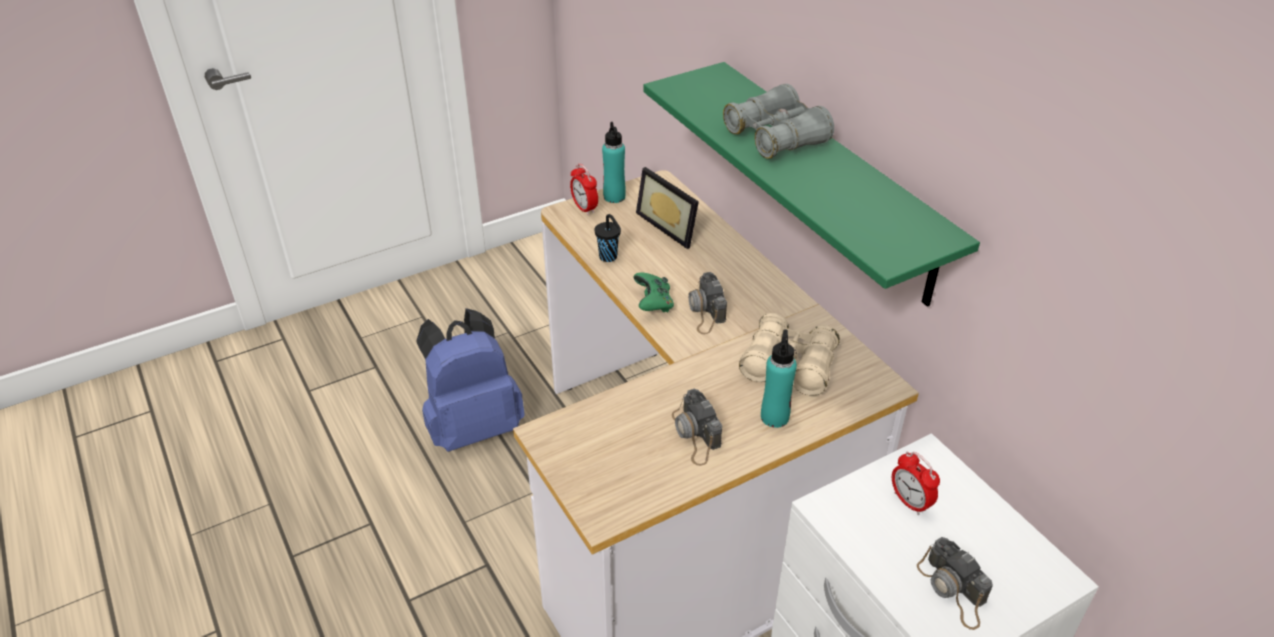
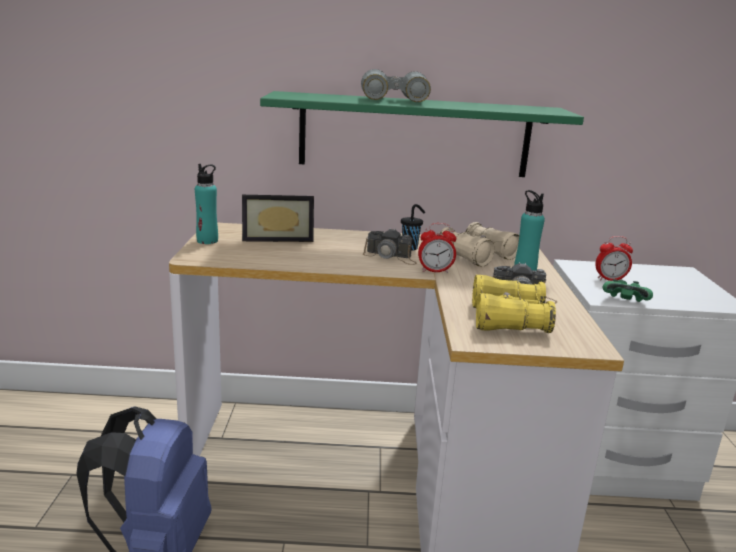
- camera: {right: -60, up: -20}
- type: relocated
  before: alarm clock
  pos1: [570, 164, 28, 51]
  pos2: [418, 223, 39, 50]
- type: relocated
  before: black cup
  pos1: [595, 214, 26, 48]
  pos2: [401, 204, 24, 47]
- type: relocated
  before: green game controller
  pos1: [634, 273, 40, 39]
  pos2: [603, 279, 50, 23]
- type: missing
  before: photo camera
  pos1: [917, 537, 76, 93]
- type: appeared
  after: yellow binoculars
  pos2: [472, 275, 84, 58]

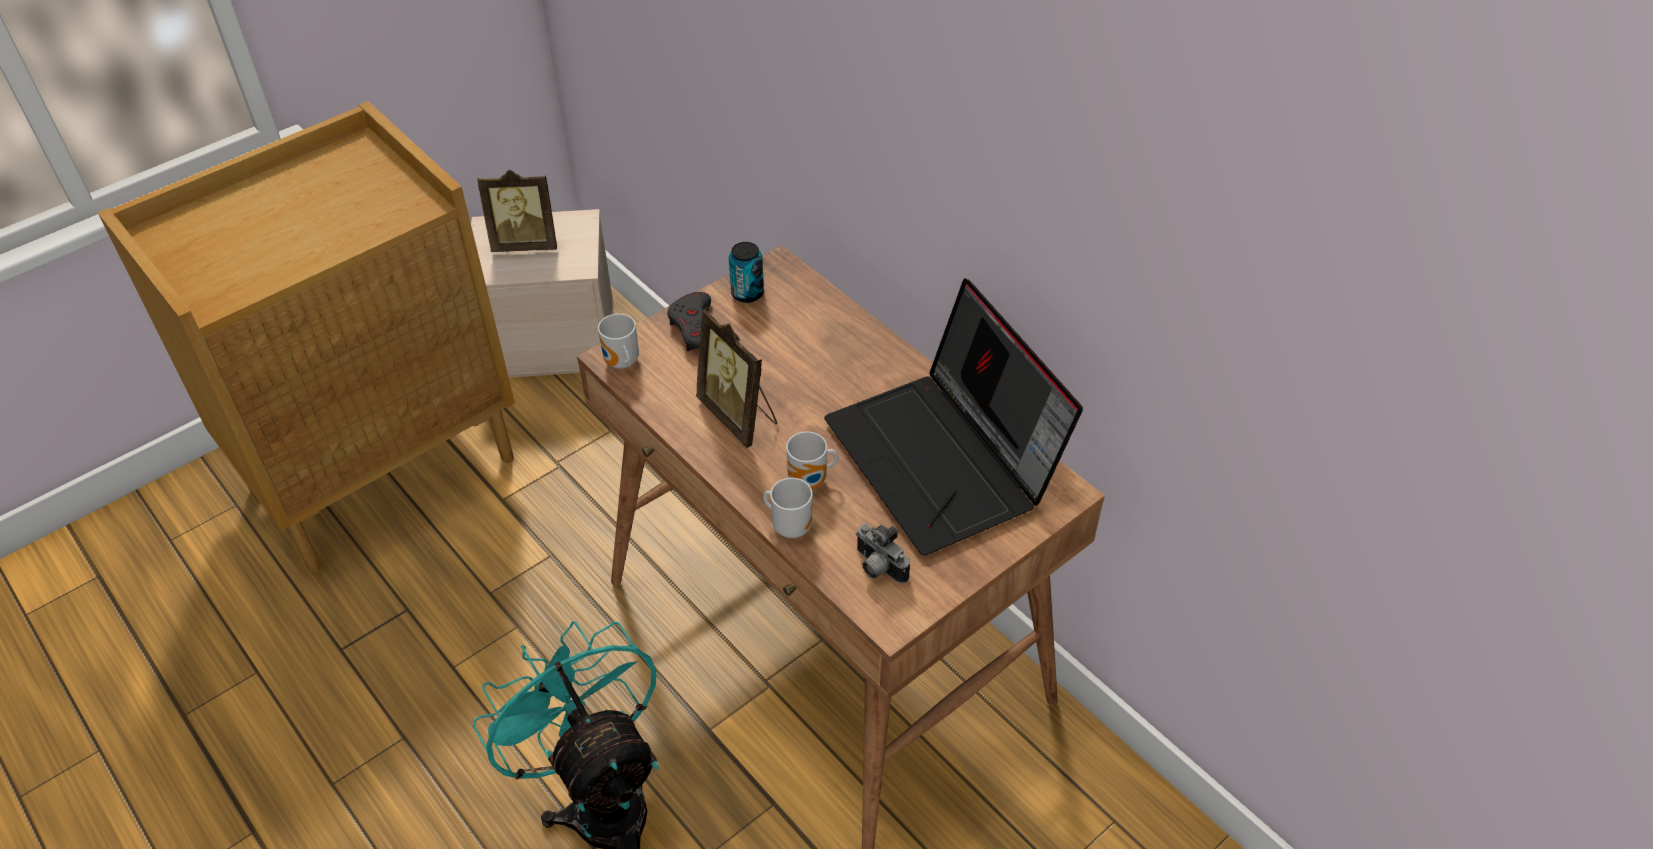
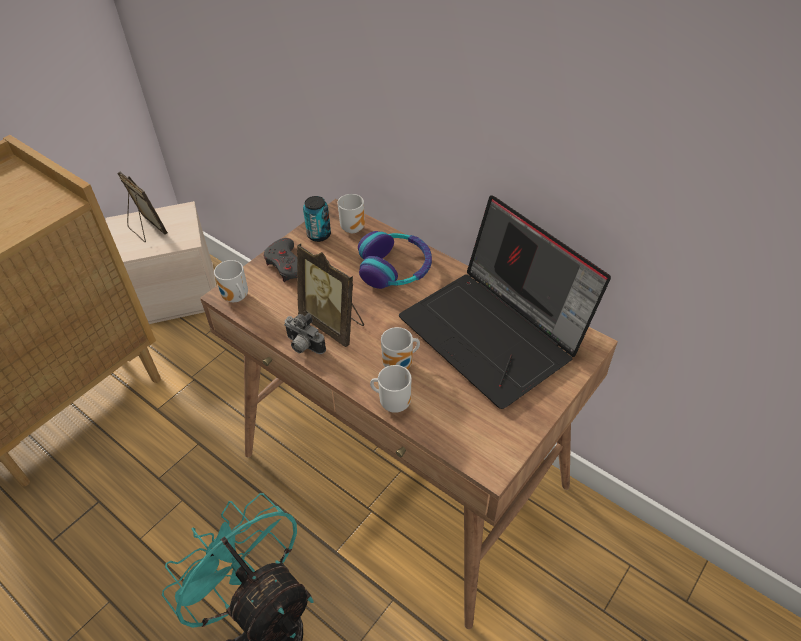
- camera: {right: -10, up: 0}
- type: spun
  before: picture frame
  pos1: [477, 170, 80, 82]
  pos2: [117, 172, 51, 71]
  turn: -120
- type: relocated
  before: photo camera
  pos1: [856, 524, 54, 60]
  pos2: [284, 313, 42, 41]
- type: appeared
  after: mug
  pos2: [337, 194, 28, 39]
- type: appeared
  after: headphones
  pos2: [358, 231, 74, 58]

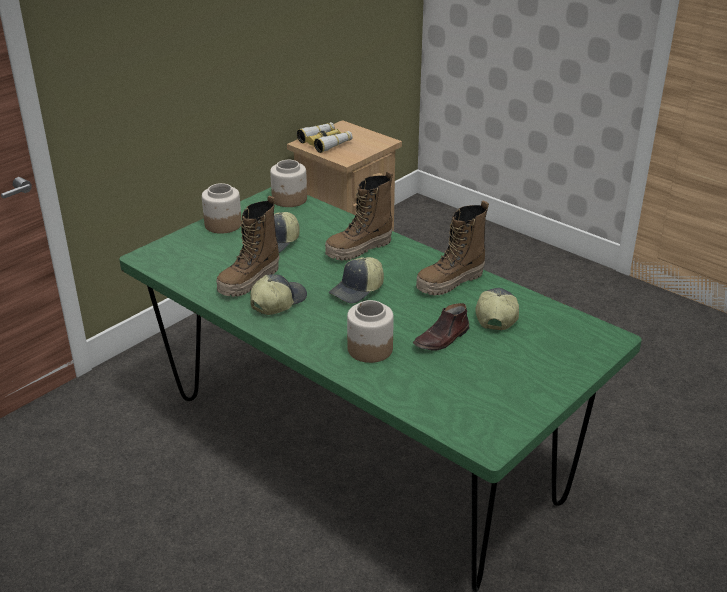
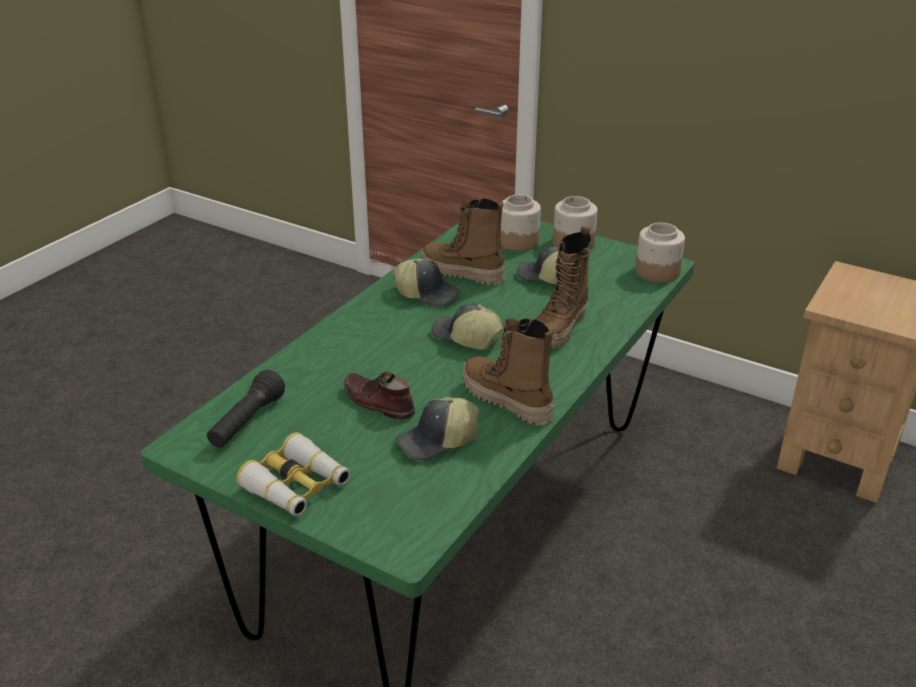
- camera: {right: 80, up: 0}
- type: relocated
  before: binoculars
  pos1: [297, 122, 56, 31]
  pos2: [236, 432, 115, 84]
- type: spun
  before: boot
  pos1: [325, 171, 68, 90]
  pos2: [535, 226, 57, 122]
  turn: -105
- type: spun
  before: cap
  pos1: [476, 288, 43, 42]
  pos2: [396, 397, 83, 64]
  turn: 150
- type: relocated
  before: jar
  pos1: [347, 300, 47, 63]
  pos2: [499, 195, 42, 56]
- type: appeared
  after: black flashlight
  pos2: [207, 370, 78, 78]

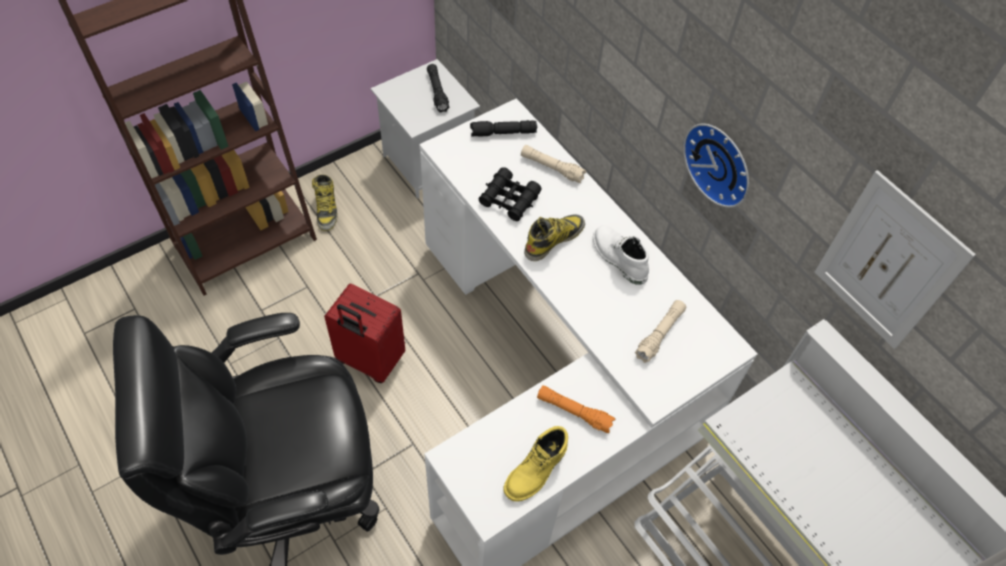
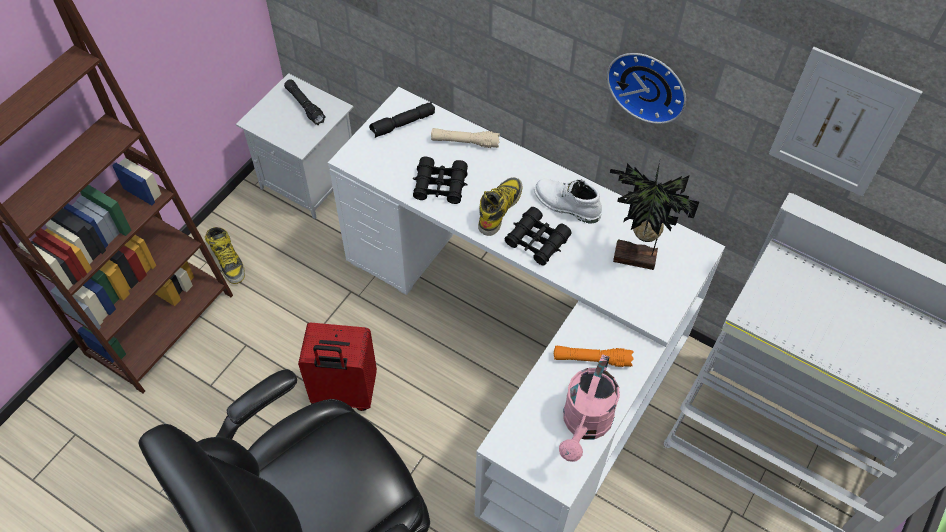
- camera: {right: -20, up: 0}
- type: exchanged
  before: beige flashlight
  after: potted plant
  pos1: [635, 300, 51, 63]
  pos2: [610, 162, 89, 108]
- type: exchanged
  before: yellow boot
  after: pink watering can
  pos1: [503, 426, 65, 75]
  pos2: [559, 354, 61, 108]
- type: appeared
  after: black binoculars
  pos2: [504, 207, 68, 59]

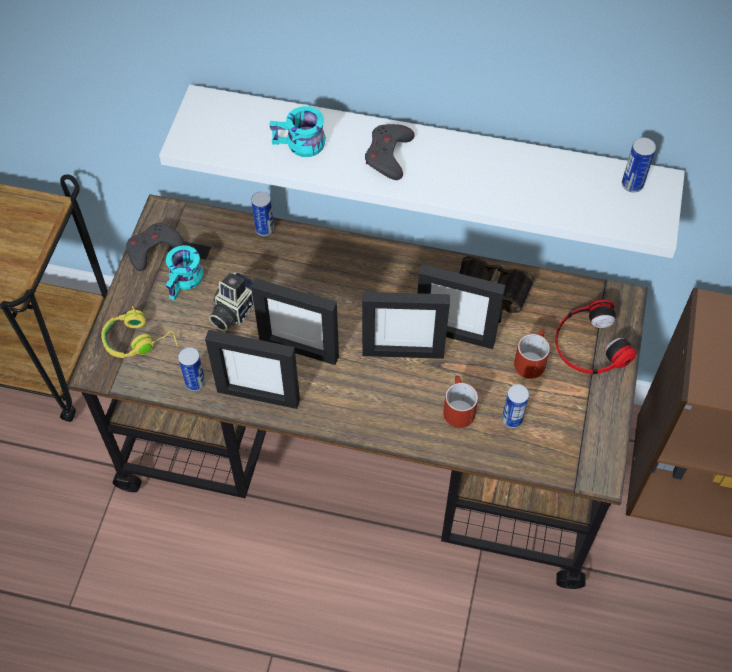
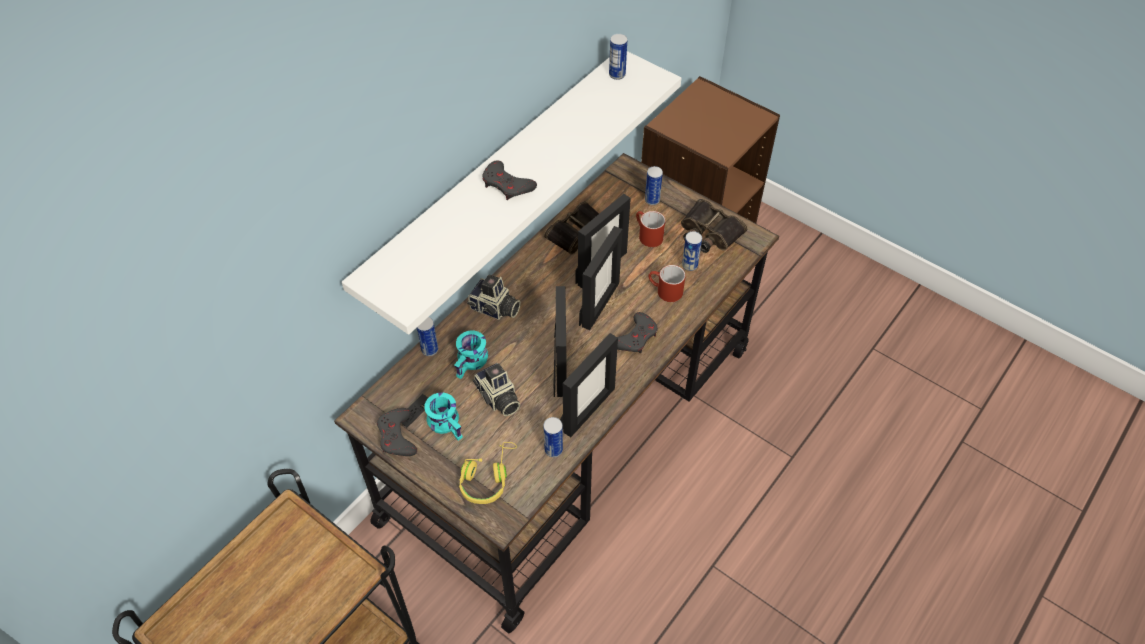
- camera: {right: -65, up: -5}
- type: relocated
  before: turquoise mug
  pos1: [269, 106, 57, 51]
  pos2: [454, 330, 34, 49]
- type: spun
  before: picture frame
  pos1: [251, 278, 88, 87]
  pos2: [554, 286, 13, 111]
  turn: -45
- type: exchanged
  before: headphones
  after: can
  pos1: [555, 299, 82, 75]
  pos2: [645, 166, 18, 39]
- type: appeared
  after: binoculars
  pos2: [681, 199, 67, 54]
- type: appeared
  after: photo camera
  pos2: [467, 274, 54, 46]
- type: appeared
  after: grey game controller
  pos2: [617, 312, 41, 41]

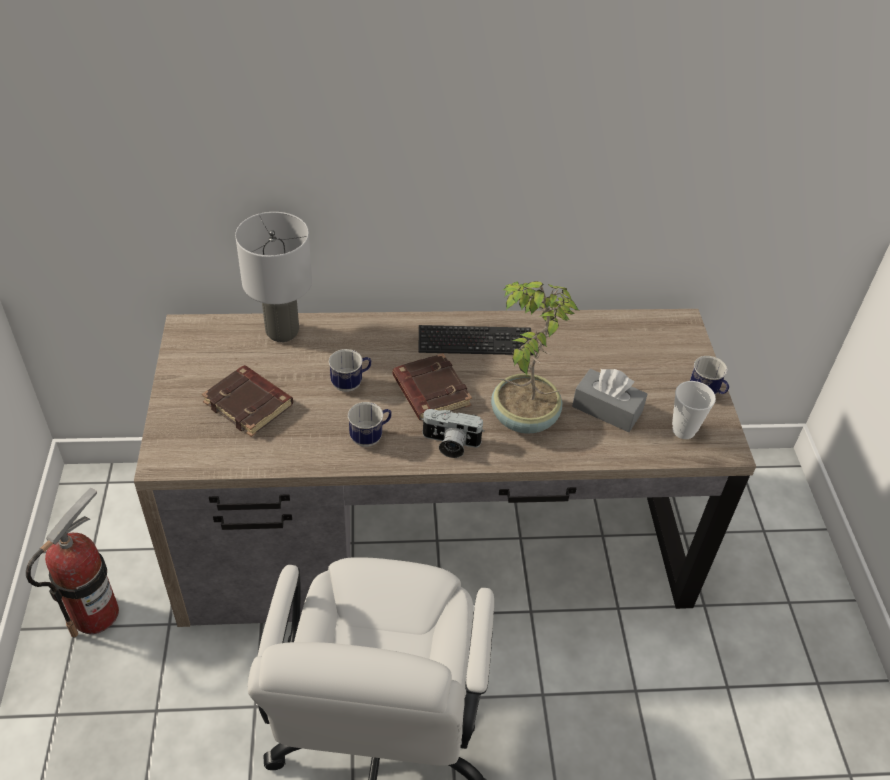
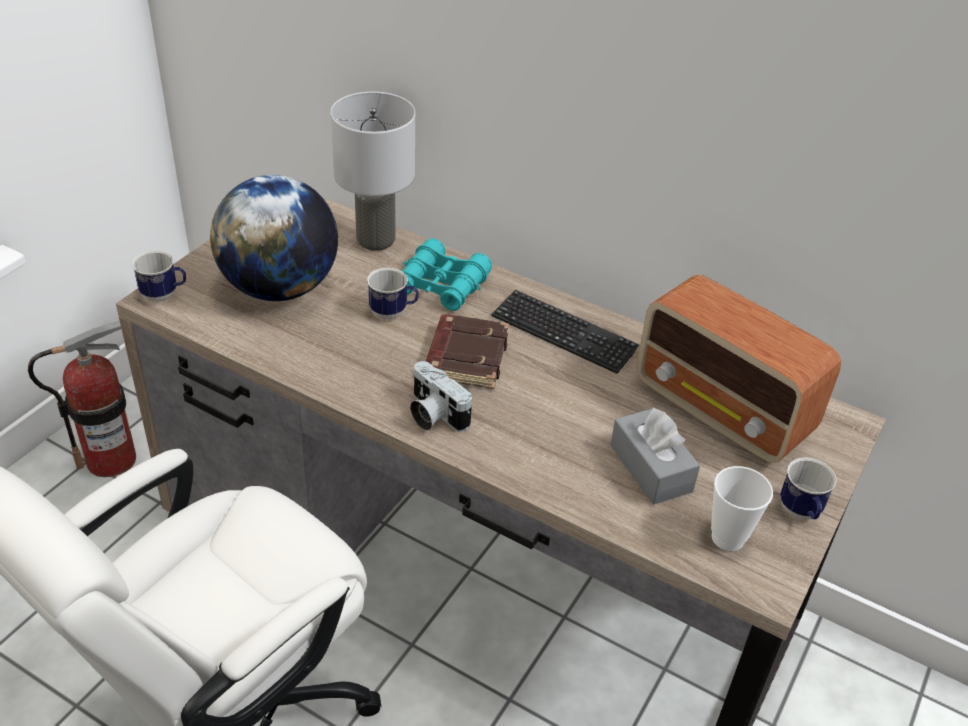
- camera: {right: 35, up: -5}
- type: missing
  before: potted plant
  pos1: [491, 281, 88, 153]
- type: exchanged
  before: brown book
  after: globe
  pos1: [202, 365, 91, 72]
  pos2: [210, 175, 128, 126]
- type: relocated
  before: mug
  pos1: [348, 402, 44, 45]
  pos2: [132, 250, 54, 52]
- type: appeared
  after: turquoise binoculars
  pos2: [402, 238, 90, 73]
- type: appeared
  after: radio
  pos2: [637, 275, 204, 188]

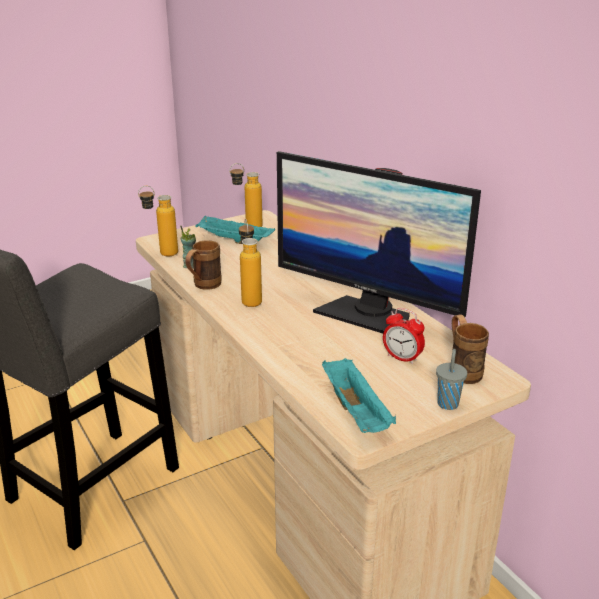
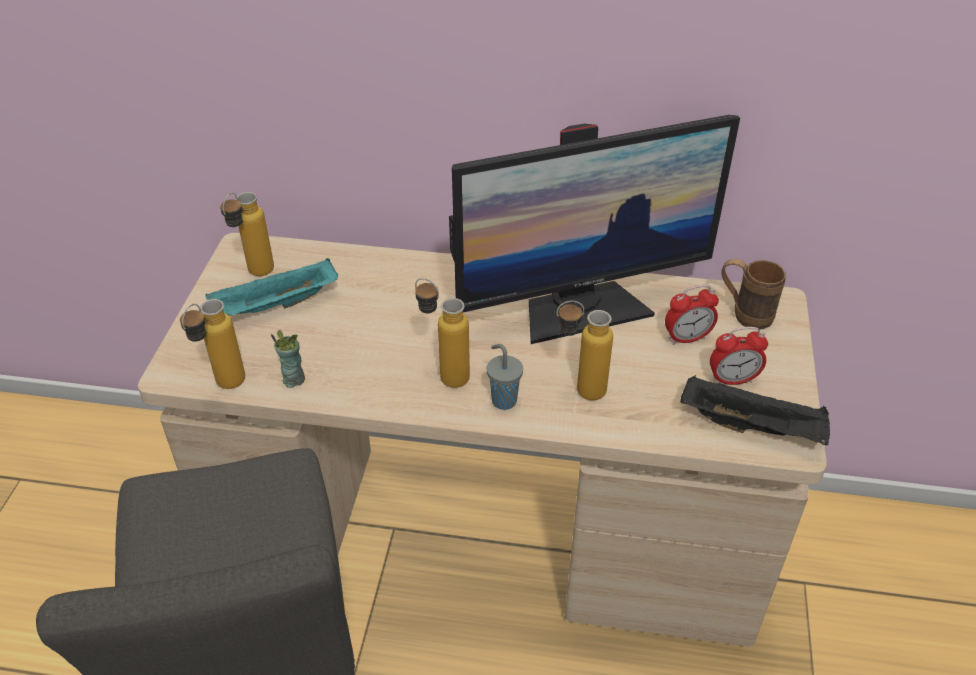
- camera: {right: -50, up: 15}
- type: missing
  before: brown mug
  pos1: [185, 240, 37, 50]
- type: relocated
  before: grey cup
  pos1: [436, 349, 31, 61]
  pos2: [487, 344, 36, 66]
- type: colour
  before: turquoise tray
  after: black tray
  pos1: [322, 358, 74, 75]
  pos2: [680, 375, 150, 70]
- type: appeared
  after: bottle
  pos2: [557, 301, 56, 99]
- type: appeared
  after: alarm clock
  pos2: [710, 327, 58, 58]

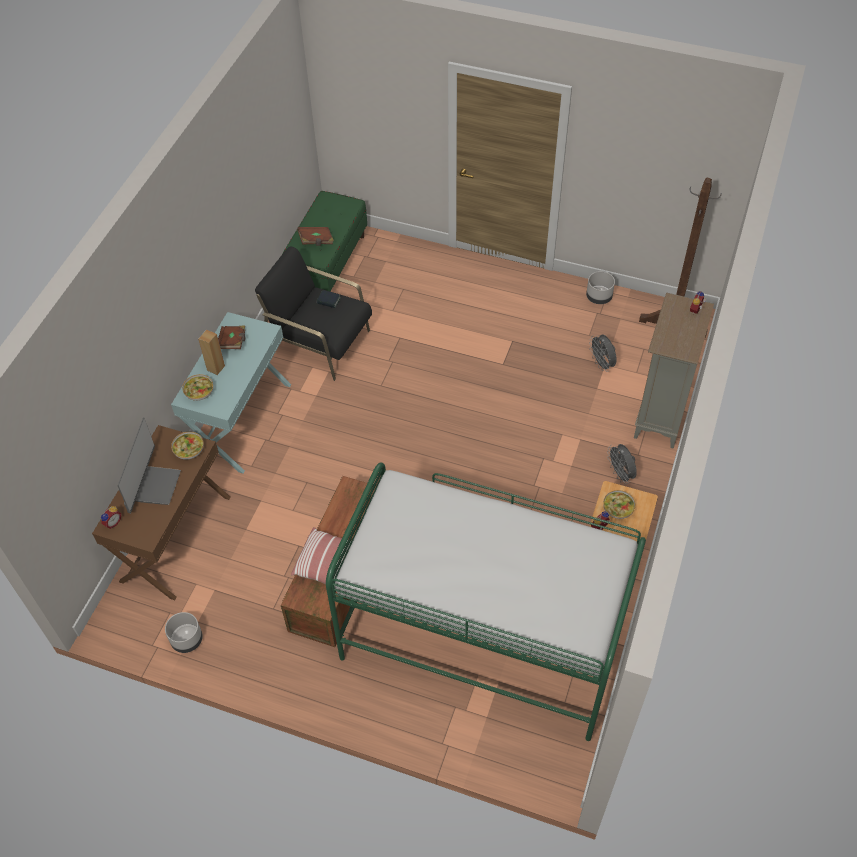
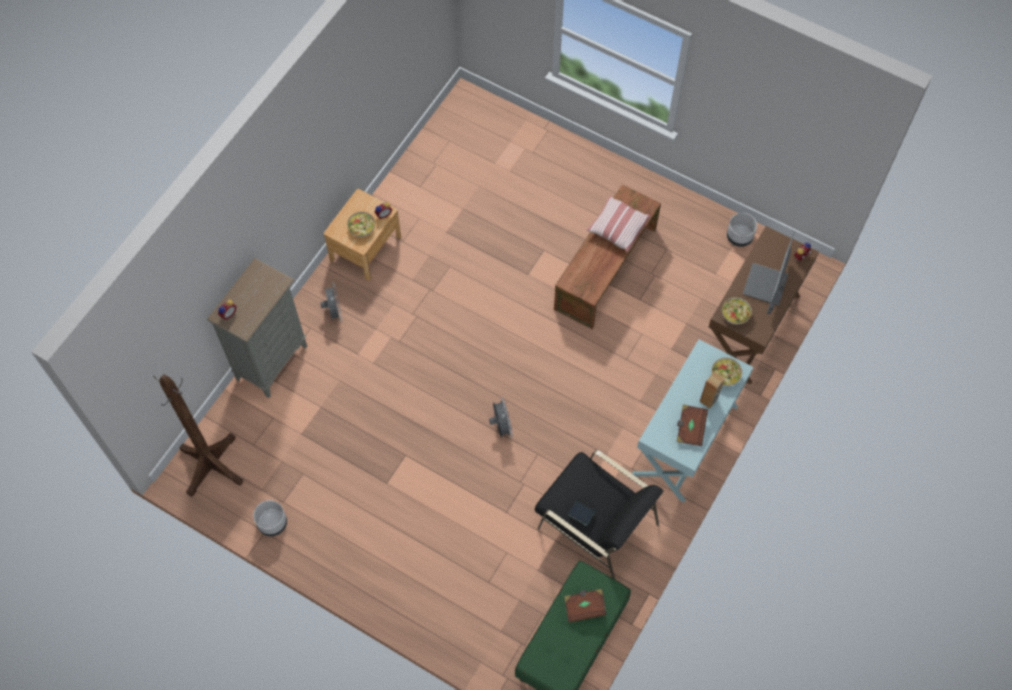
- camera: {right: -170, up: 10}
- type: relocated
  before: grey fan
  pos1: [589, 335, 28, 37]
  pos2: [489, 398, 24, 40]
- type: missing
  before: green bed
  pos1: [326, 463, 320, 278]

